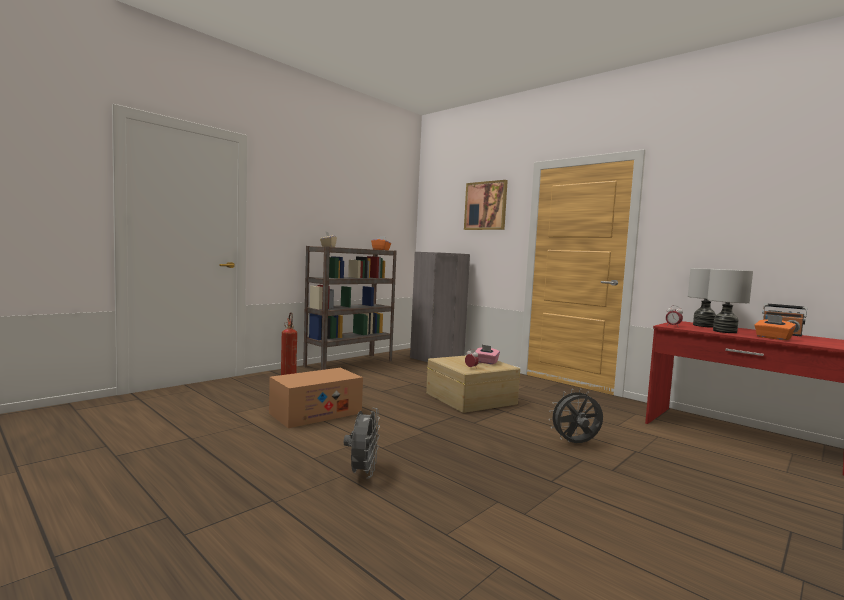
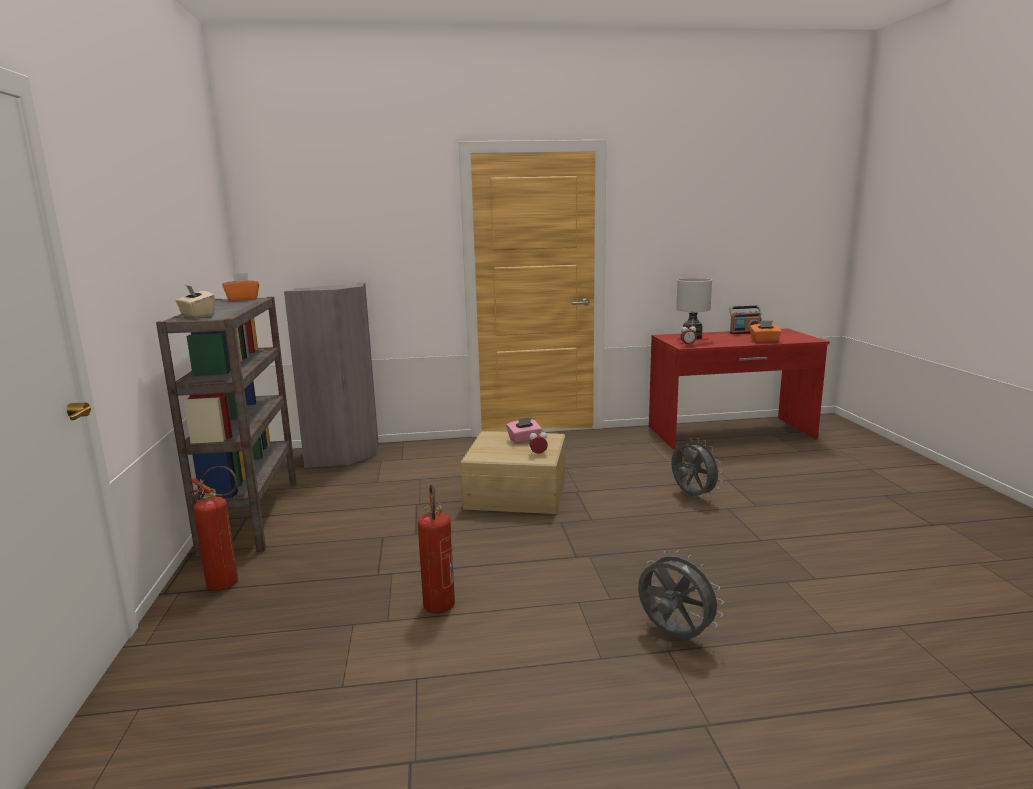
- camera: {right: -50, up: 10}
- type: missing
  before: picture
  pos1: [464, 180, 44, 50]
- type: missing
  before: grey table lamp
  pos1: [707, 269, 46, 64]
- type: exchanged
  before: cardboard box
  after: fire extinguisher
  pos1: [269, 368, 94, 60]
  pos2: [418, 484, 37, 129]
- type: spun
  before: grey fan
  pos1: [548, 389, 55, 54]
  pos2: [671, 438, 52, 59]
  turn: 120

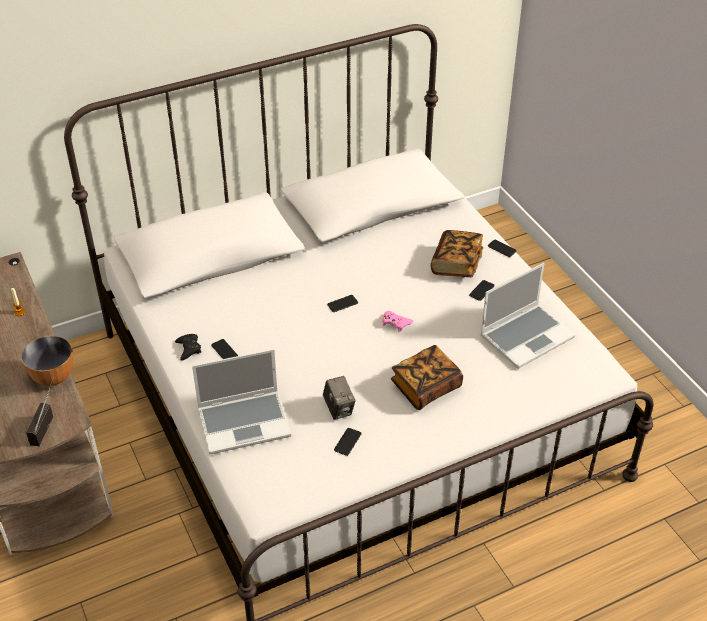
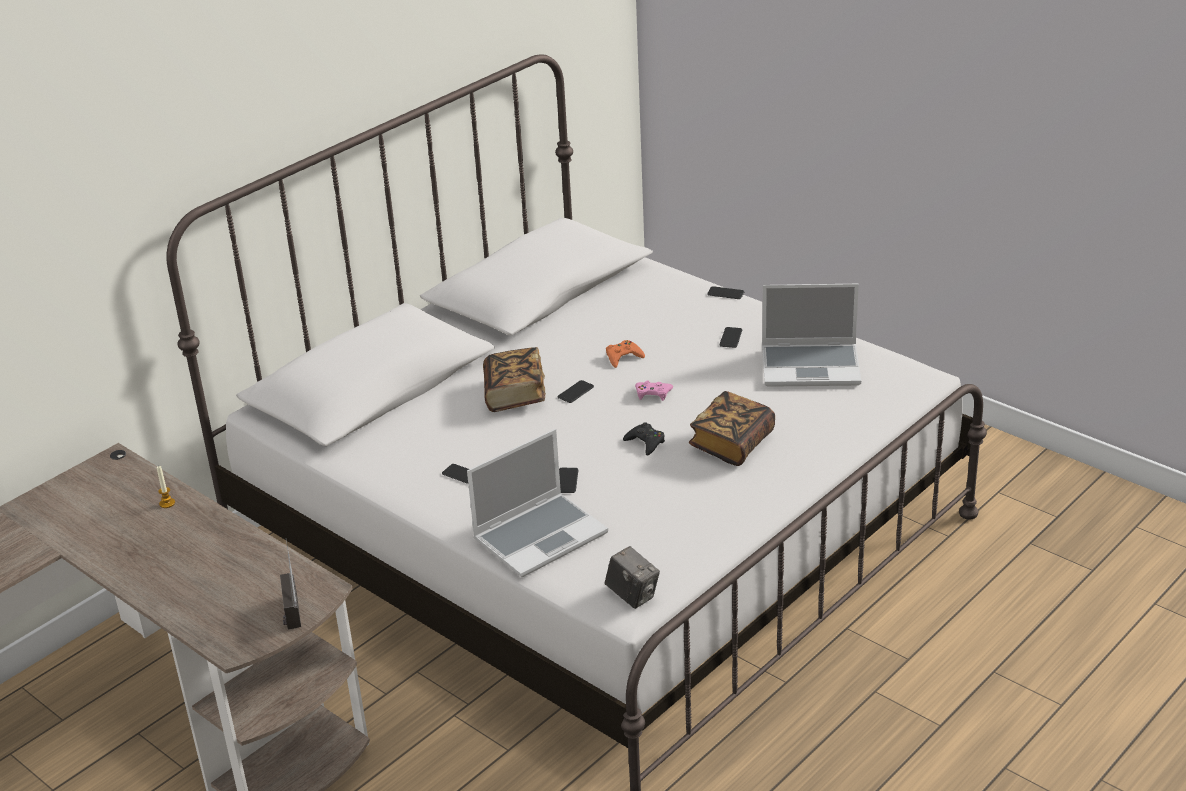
- camera: {right: -20, up: -10}
- type: relocated
  before: book
  pos1: [431, 230, 52, 47]
  pos2: [483, 347, 63, 65]
- type: spun
  before: laptop
  pos1: [480, 263, 95, 106]
  pos2: [762, 284, 99, 103]
  turn: 60
- type: relocated
  before: black game controller
  pos1: [175, 334, 26, 27]
  pos2: [623, 422, 42, 33]
- type: missing
  before: bowl
  pos1: [21, 336, 52, 50]
- type: relocated
  before: photo camera
  pos1: [323, 376, 33, 44]
  pos2: [605, 546, 55, 63]
- type: relocated
  before: phone
  pos1: [334, 428, 27, 28]
  pos2: [559, 468, 19, 25]
- type: appeared
  after: orange game controller
  pos2: [606, 340, 39, 28]

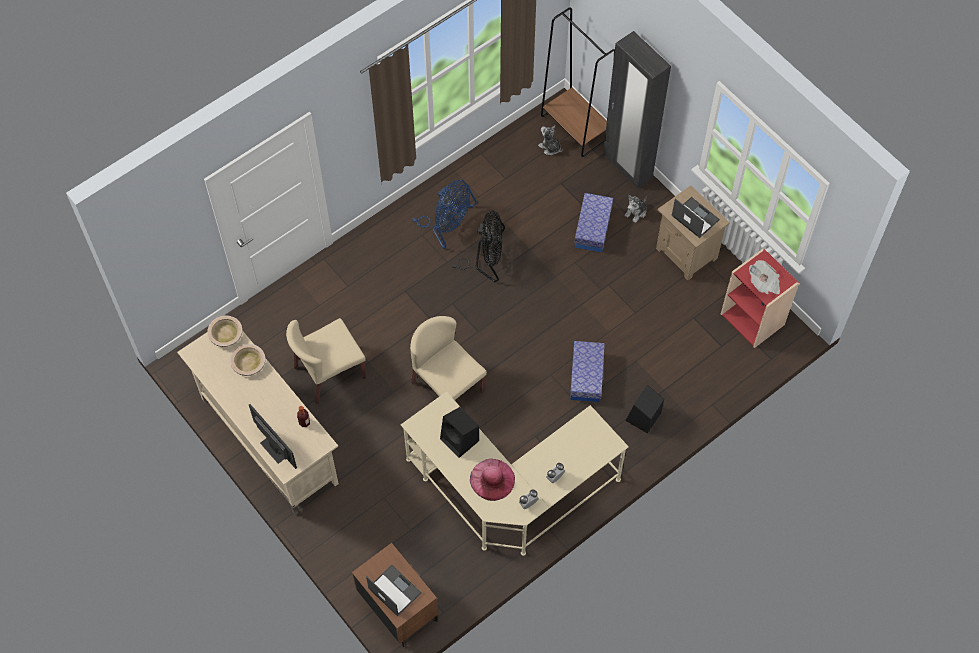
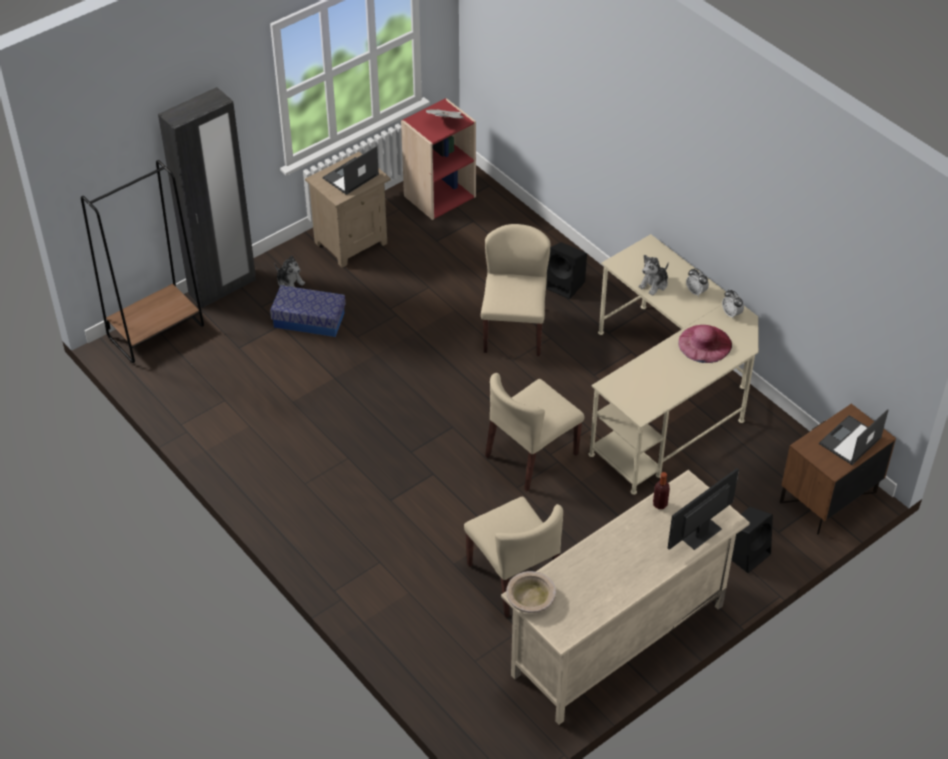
- camera: {right: -90, up: -15}
- type: relocated
  before: plush toy
  pos1: [538, 125, 25, 30]
  pos2: [639, 255, 30, 41]
- type: missing
  before: blue fan
  pos1: [413, 180, 64, 69]
- type: missing
  before: black fan
  pos1: [451, 210, 54, 73]
- type: exchanged
  before: storage box
  after: beige chair
  pos1: [570, 341, 35, 61]
  pos2: [481, 224, 69, 132]
- type: missing
  before: beige bowl
  pos1: [230, 344, 35, 32]
- type: relocated
  before: black speaker
  pos1: [440, 407, 39, 51]
  pos2: [732, 507, 41, 66]

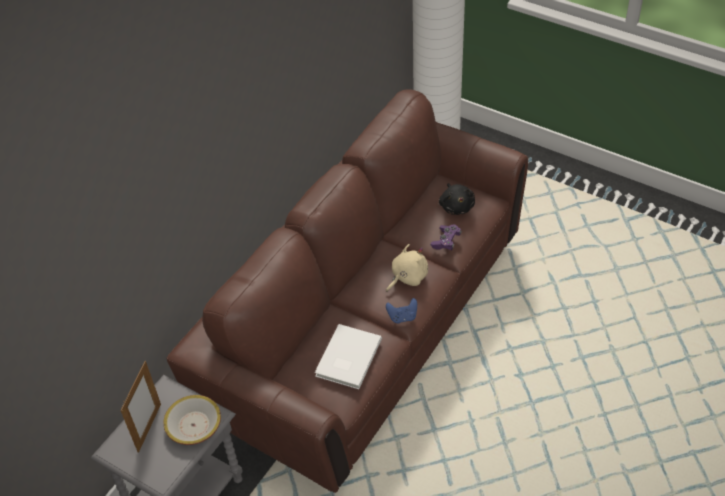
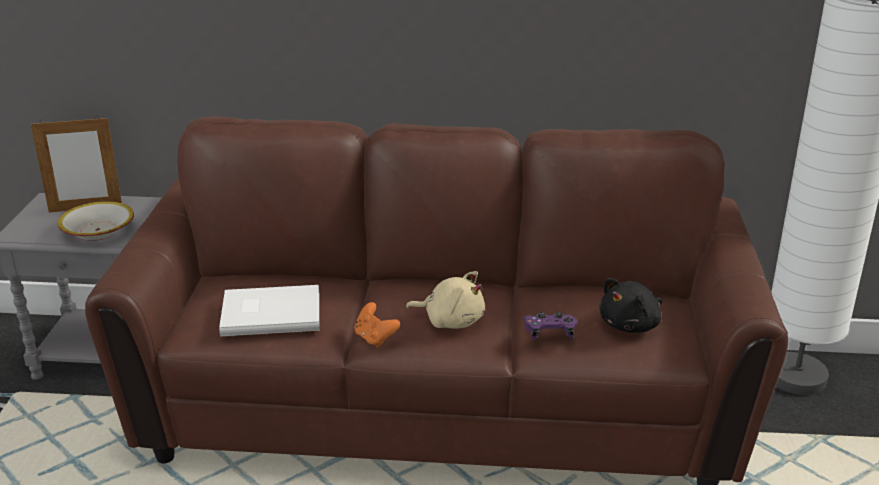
- camera: {right: 60, up: -20}
- type: colour
  before: blue game controller
  after: orange game controller
  pos1: [386, 298, 31, 25]
  pos2: [354, 302, 46, 45]

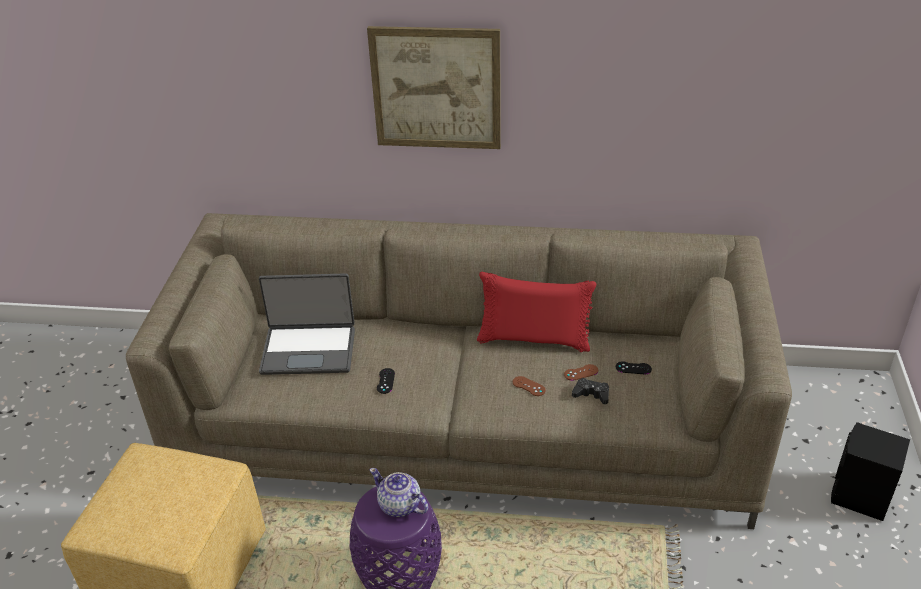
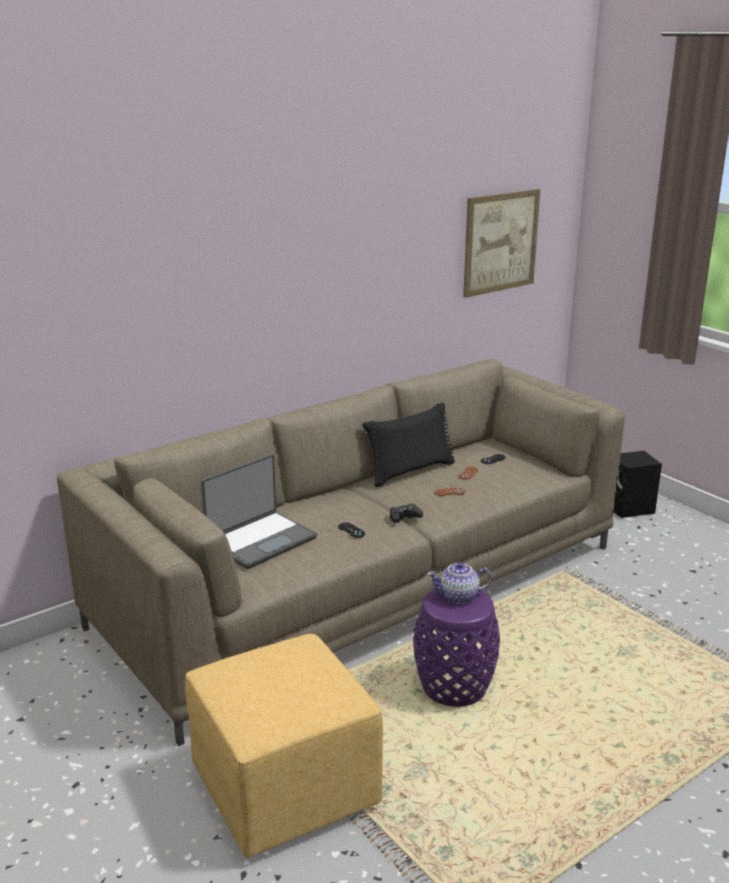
- camera: {right: -45, up: -15}
- type: relocated
  before: picture
  pos1: [367, 26, 134, 123]
  pos2: [463, 189, 77, 109]
- type: colour
  before: red pillow
  after: black pillow
  pos1: [477, 272, 119, 81]
  pos2: [362, 402, 93, 85]
- type: relocated
  before: black game controller
  pos1: [572, 378, 37, 26]
  pos2: [390, 504, 33, 19]

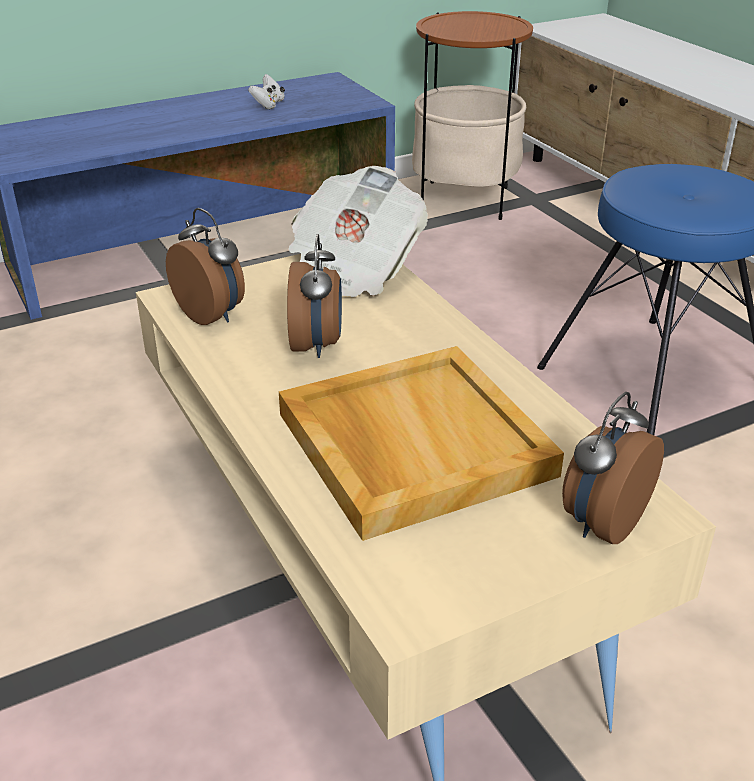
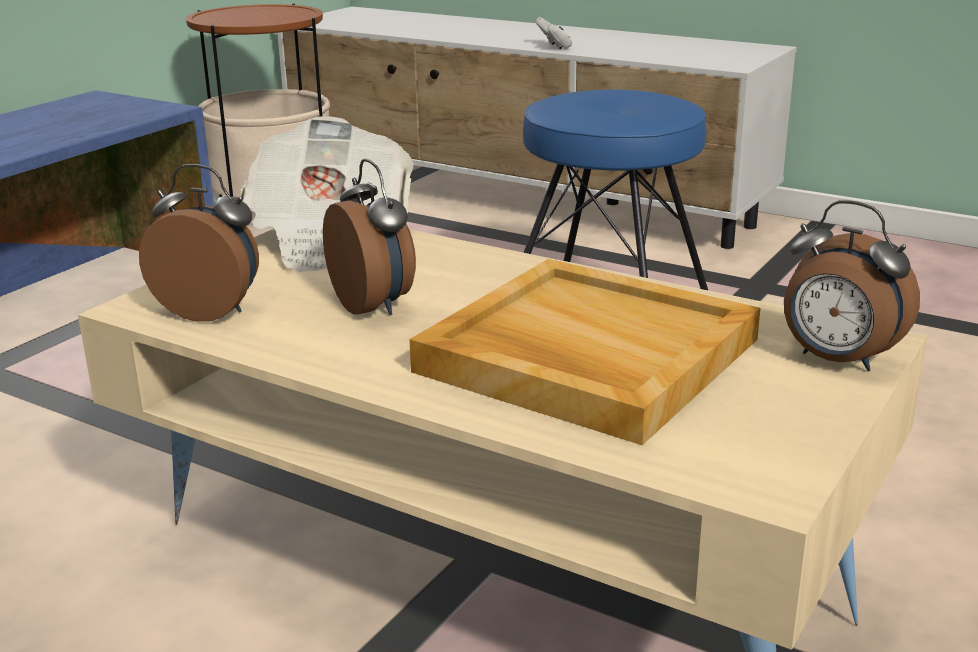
- camera: {right: -30, up: -10}
- type: relocated
  before: white game controller
  pos1: [248, 74, 37, 35]
  pos2: [535, 17, 37, 32]
- type: spun
  before: alarm clock
  pos1: [562, 392, 102, 152]
  pos2: [784, 200, 136, 171]
  turn: -60

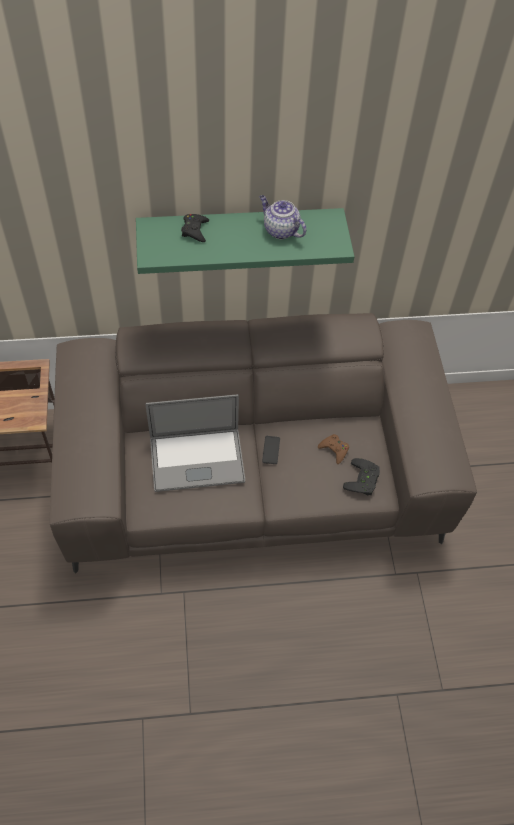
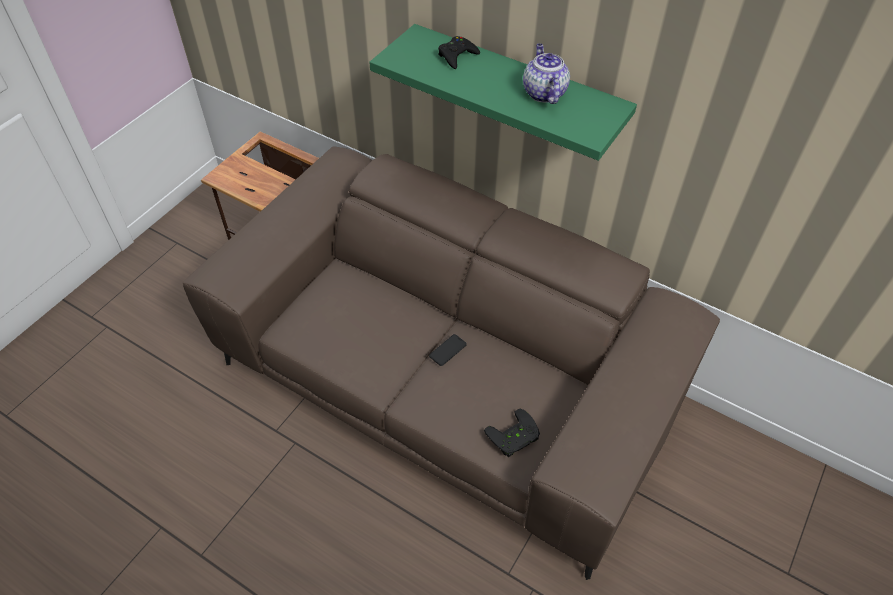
- camera: {right: 40, up: -5}
- type: missing
  before: laptop
  pos1: [146, 394, 99, 98]
- type: missing
  before: brown game controller
  pos1: [318, 434, 31, 30]

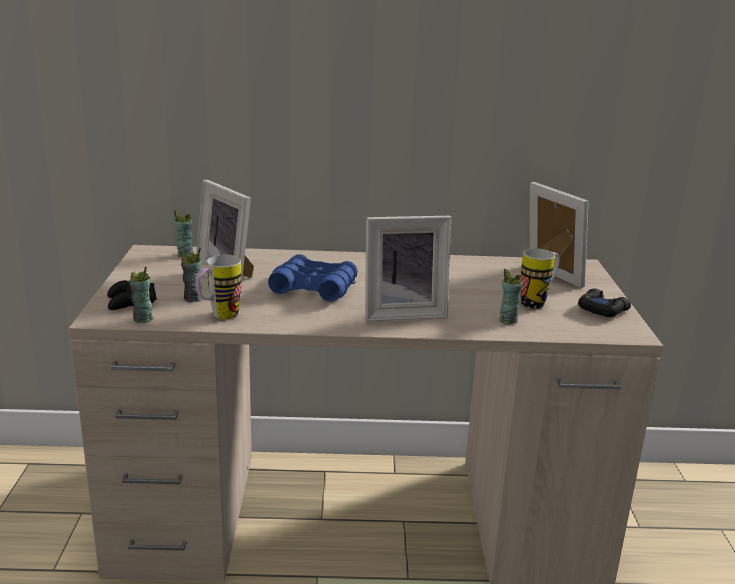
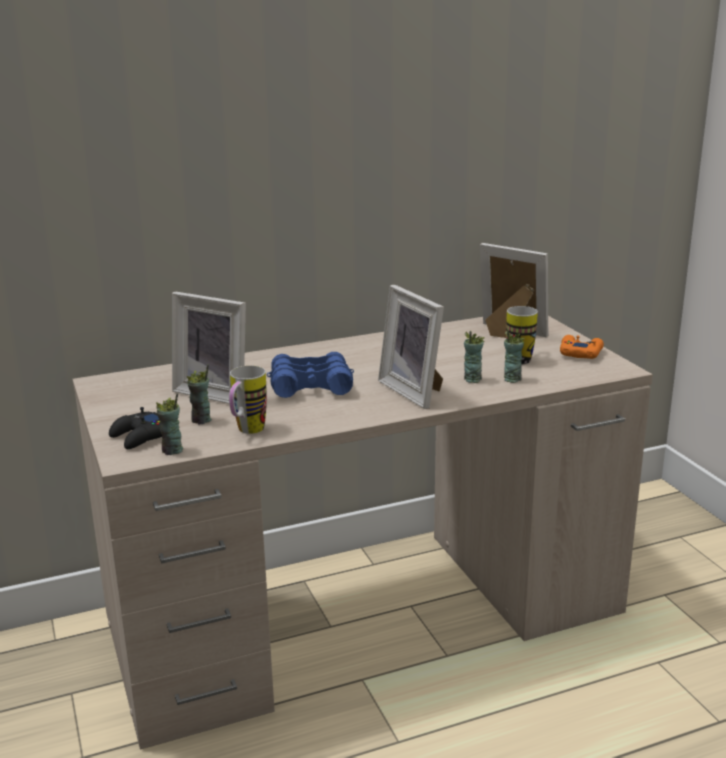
- camera: {right: -20, up: 0}
- type: relocated
  before: cup
  pos1: [174, 210, 19, 48]
  pos2: [464, 331, 21, 52]
- type: spun
  before: picture frame
  pos1: [365, 216, 86, 105]
  pos2: [378, 285, 66, 124]
  turn: 90
- type: colour
  before: black game controller
  after: orange game controller
  pos1: [578, 288, 53, 29]
  pos2: [560, 335, 44, 24]

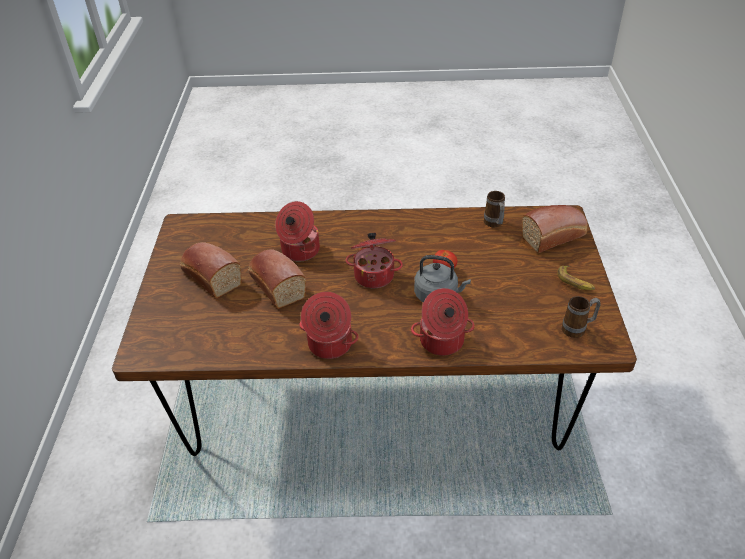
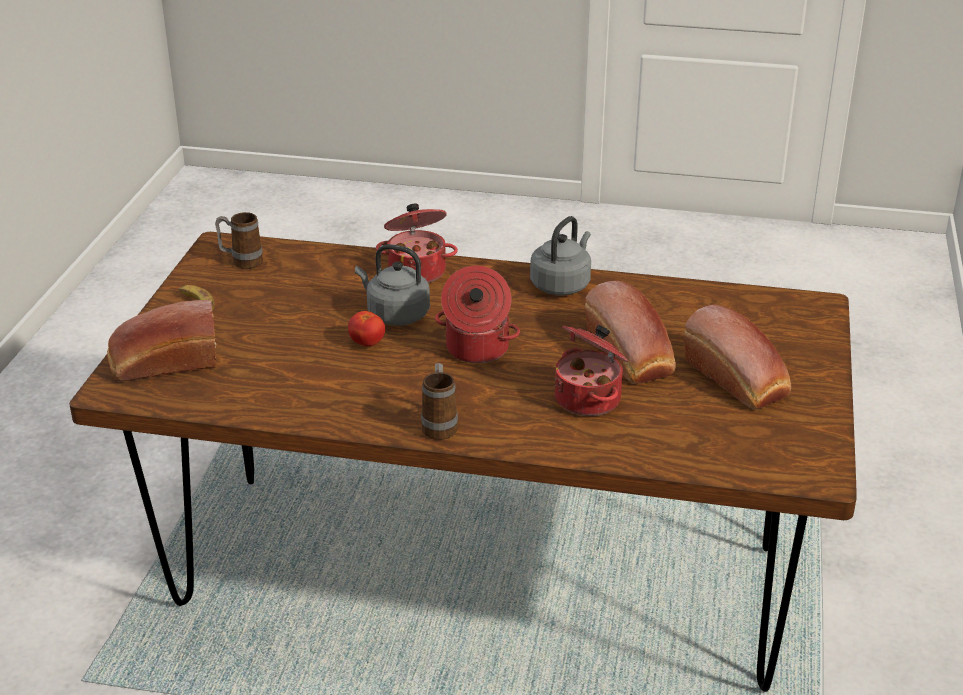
- camera: {right: -170, up: -10}
- type: relocated
  before: mug
  pos1: [484, 191, 21, 37]
  pos2: [421, 363, 37, 77]
- type: exchanged
  before: cooking pot
  after: grey kettle
  pos1: [299, 292, 60, 67]
  pos2: [530, 216, 61, 80]

